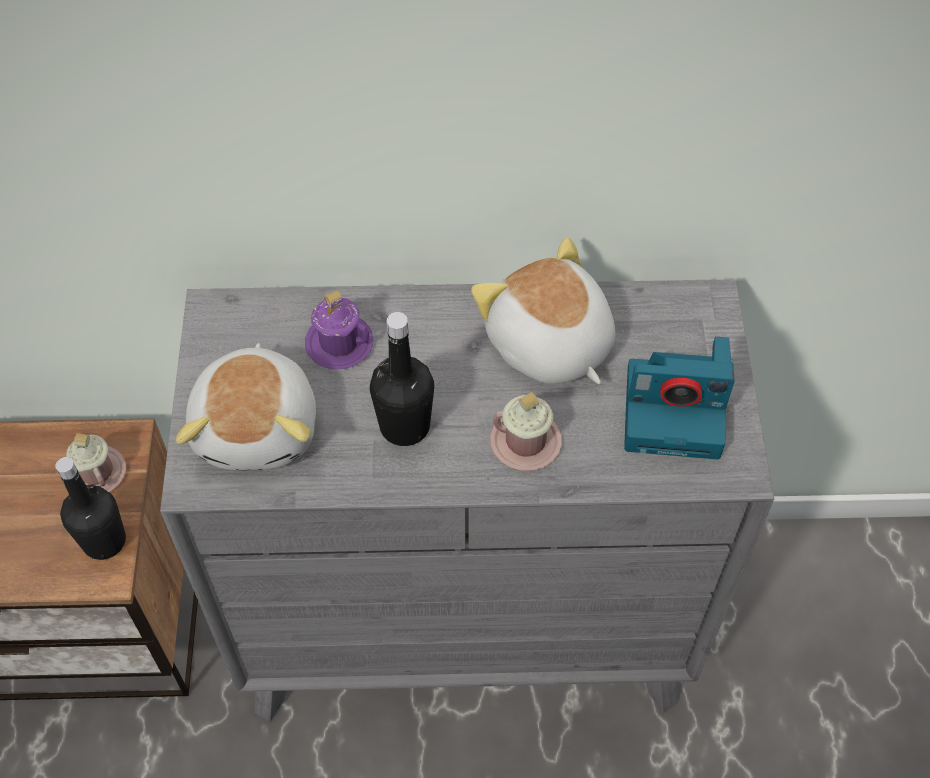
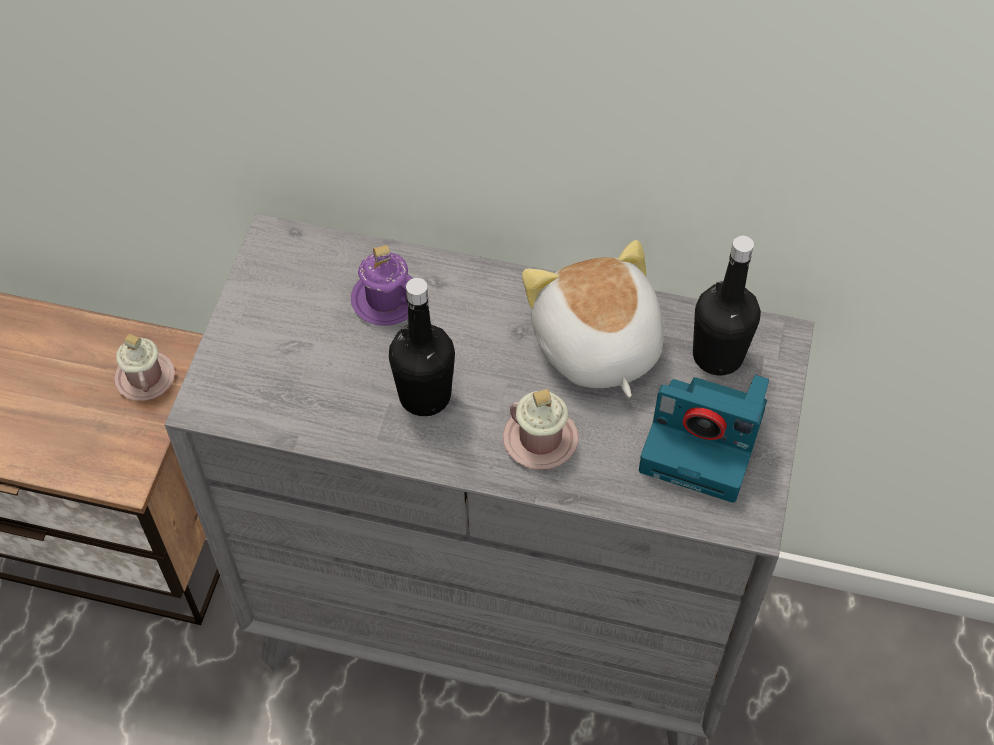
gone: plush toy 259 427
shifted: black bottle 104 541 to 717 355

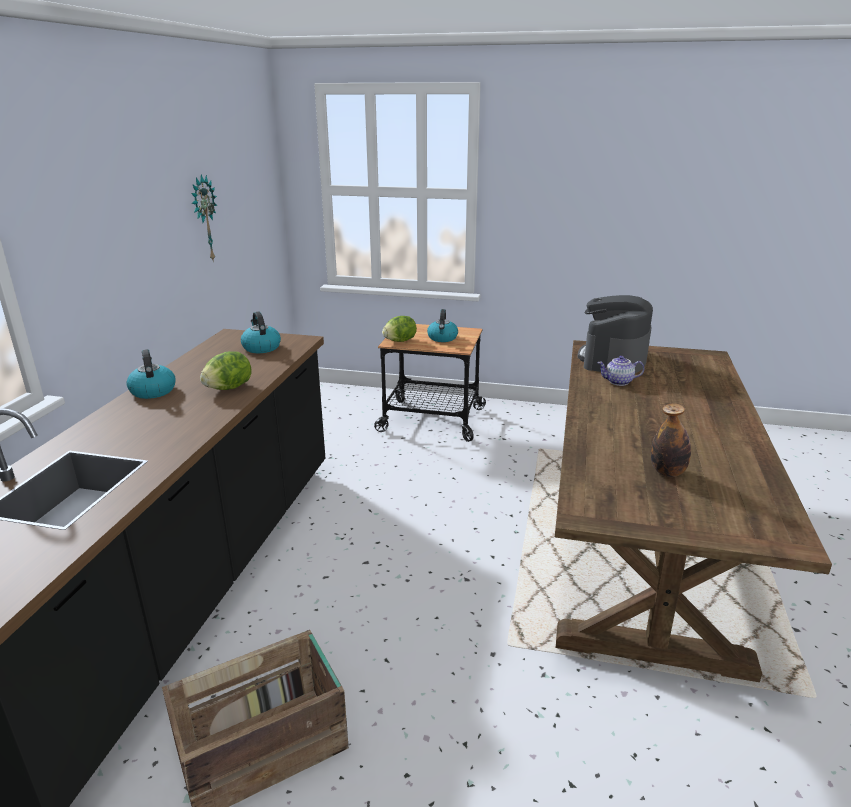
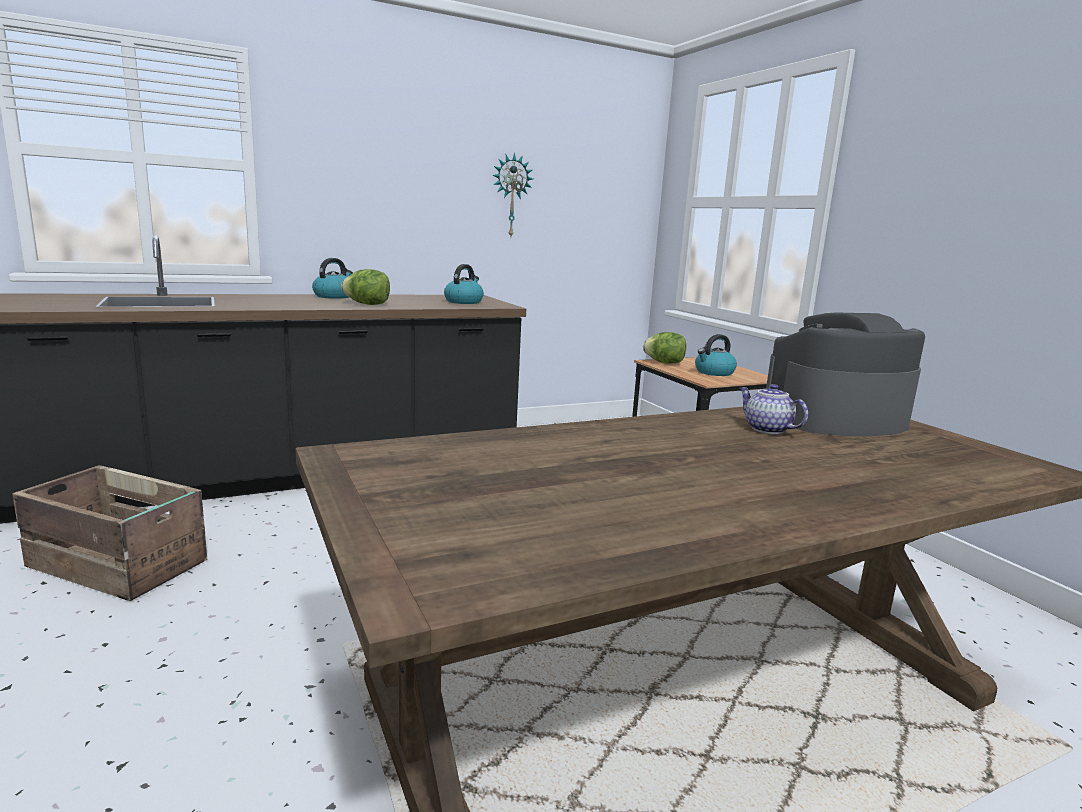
gone: bottle 667 472

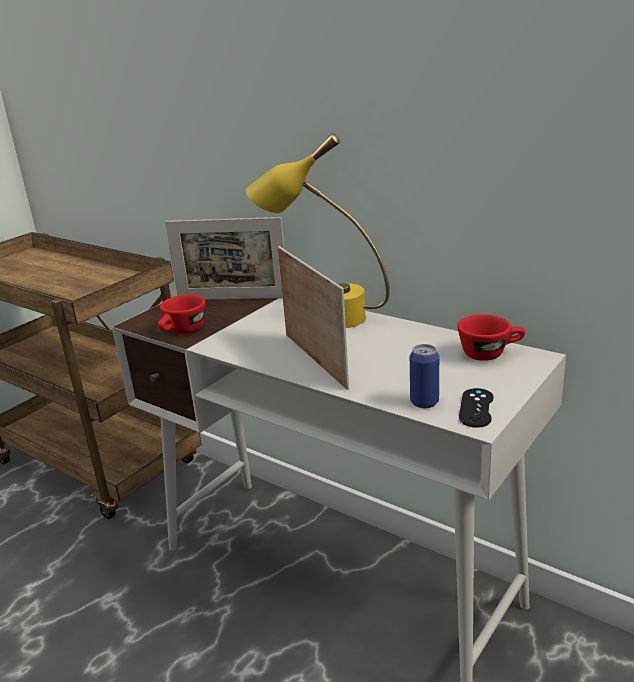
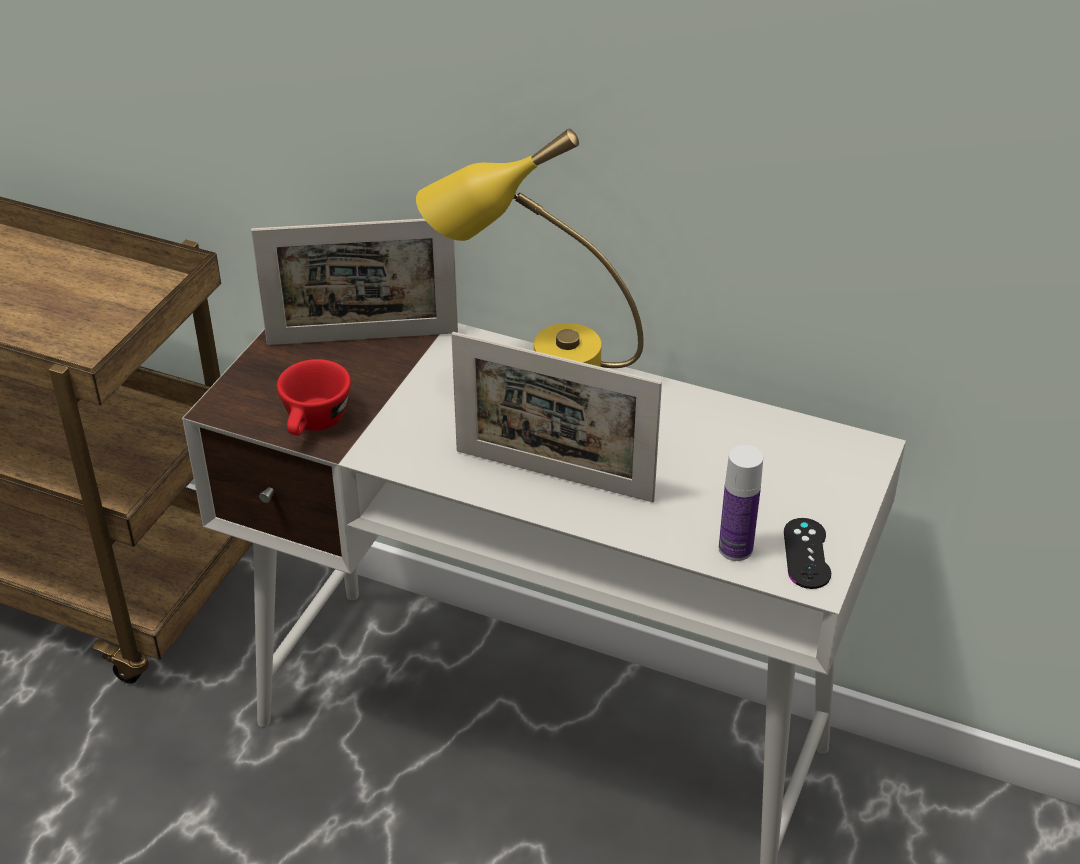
gone: red cup 490 353
swapped: can 424 402 to bottle 735 548
rotated: picture frame 315 360 = 553 475 150 degrees clockwise

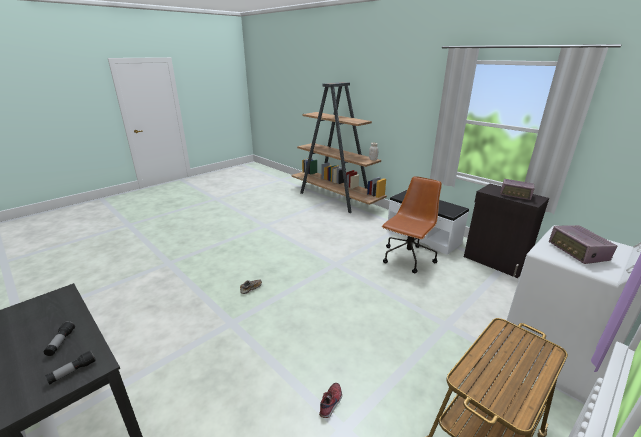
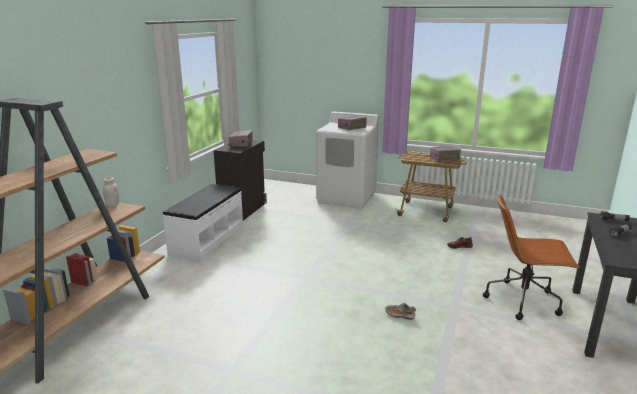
new: radio 444 159
shifted: brown office chair 407 258 to 523 300

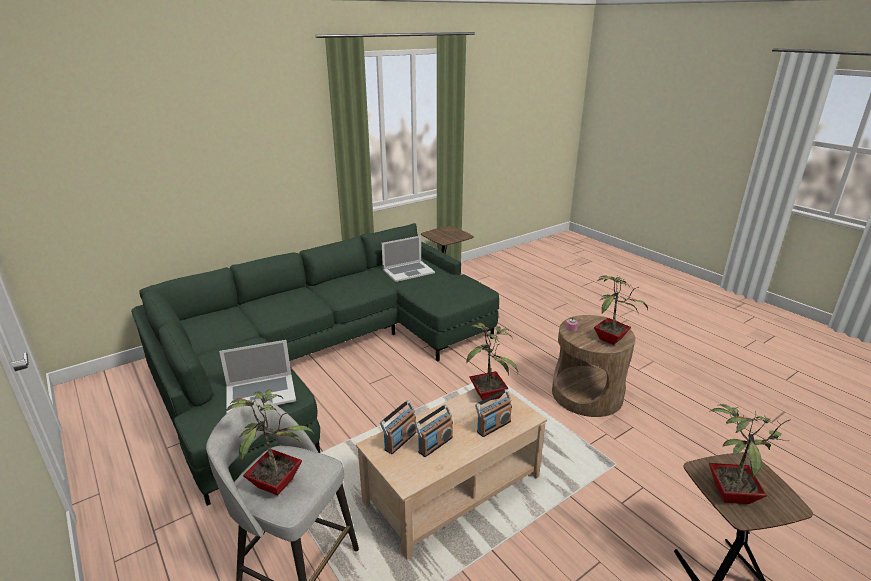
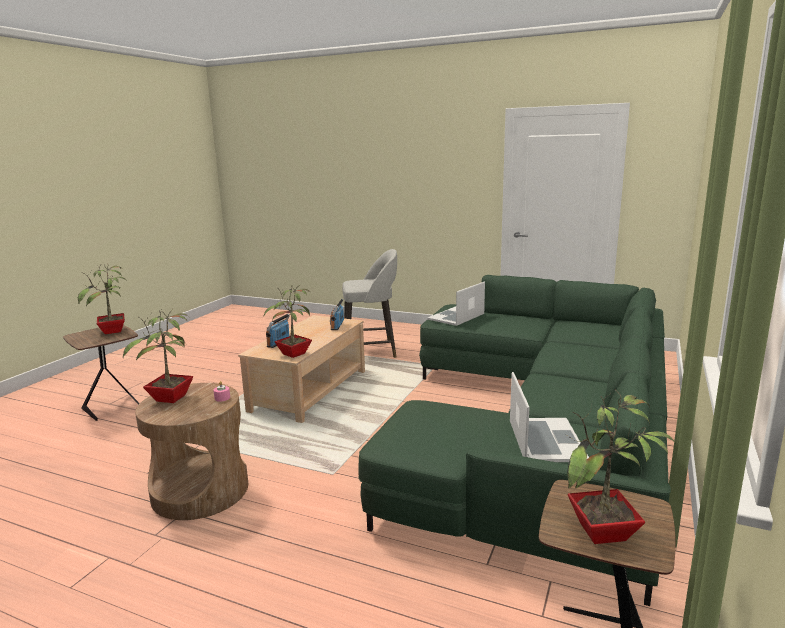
gone: radio 435 444
shifted: potted plant 277 482 to 603 535
rotated: laptop 408 271 = 545 440 150 degrees clockwise

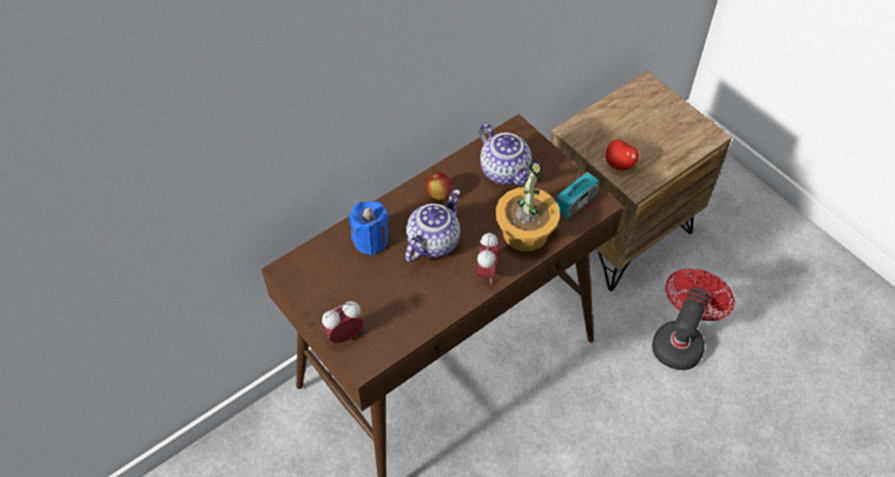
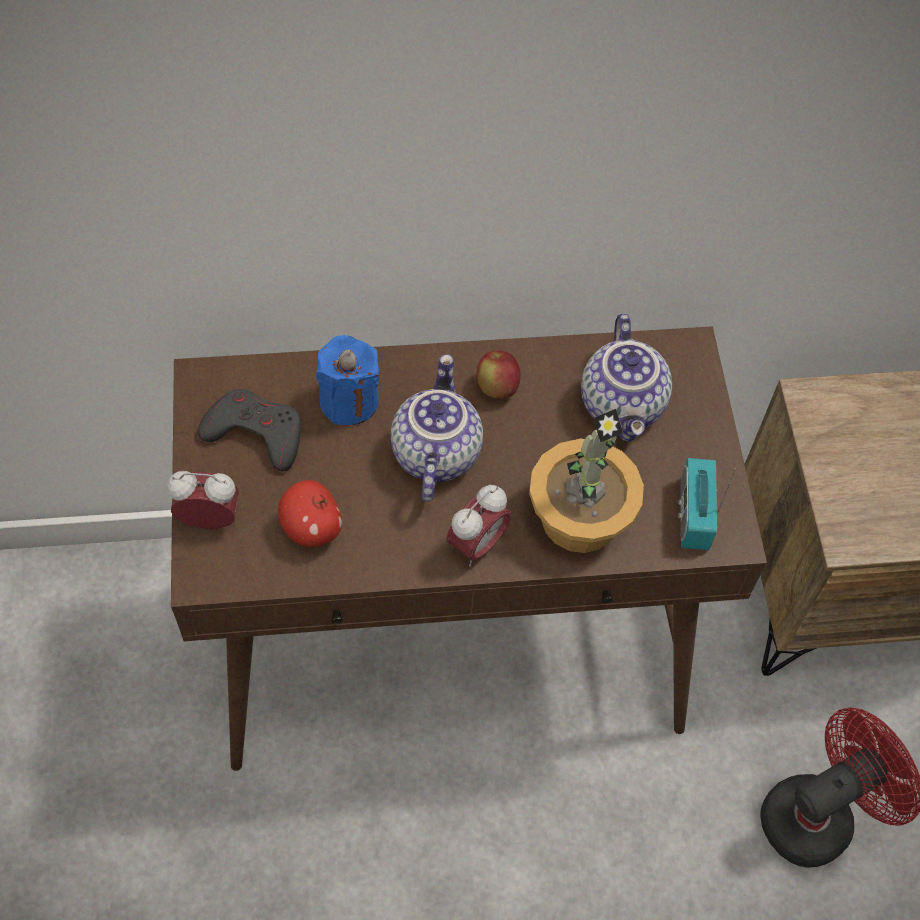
new: grey game controller 255 433
shifted: apple 619 164 to 312 528
rotated: teapot 432 241 = 434 452 60 degrees counterclockwise; radio 575 203 = 694 514 105 degrees clockwise

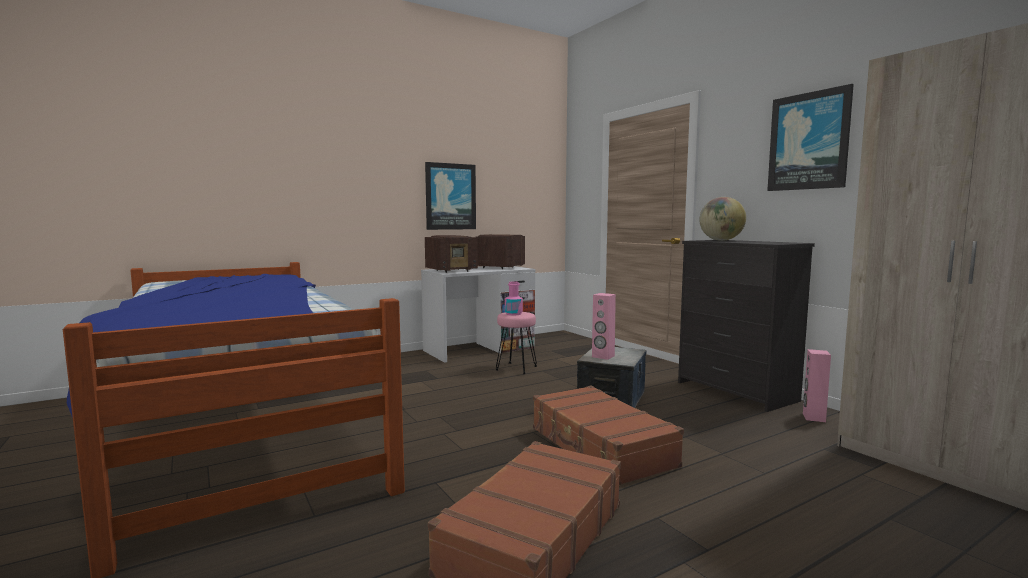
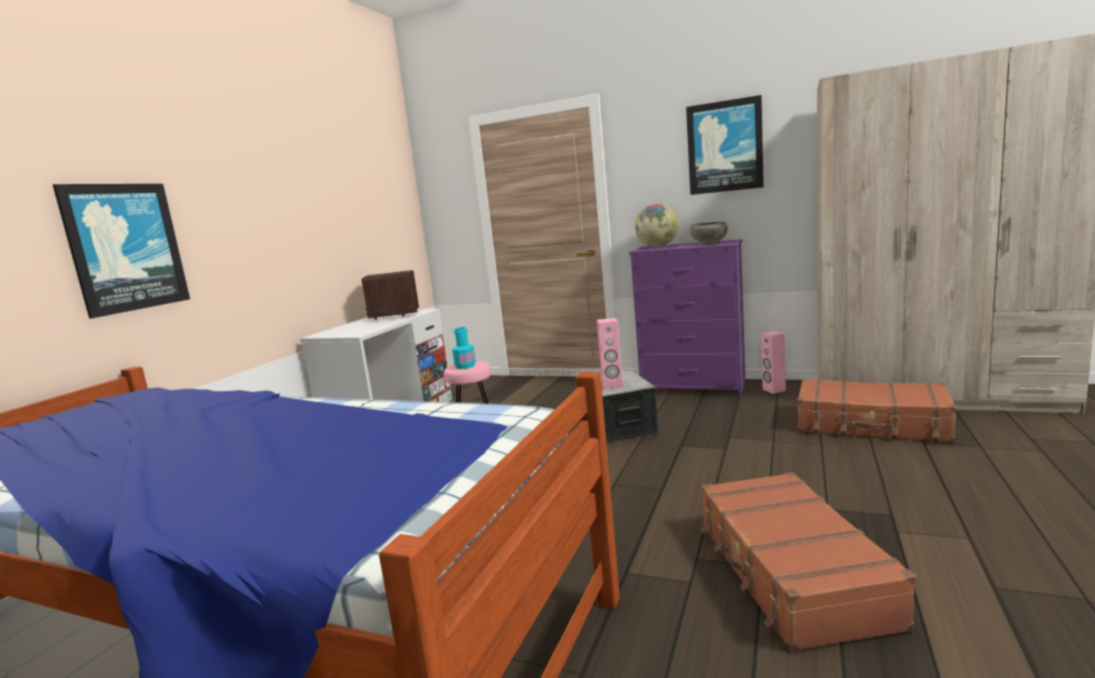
gone: radio 452 270
new: grey bowl 708 243
shifted: picture 450 196 to 125 247; brown suitcase 600 447 to 871 425
repainted: pink bottle 513 314 to turquoise bottle 465 366; black dresser 736 392 to purple dresser 694 387

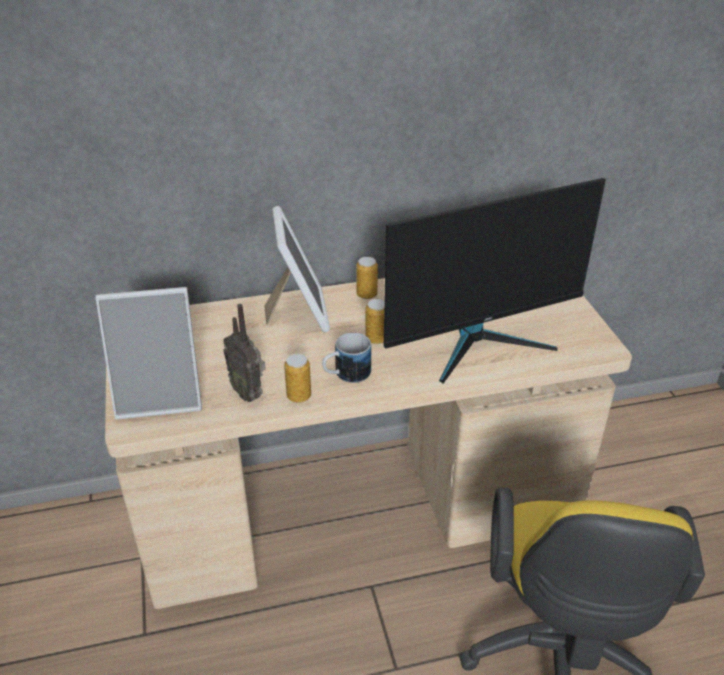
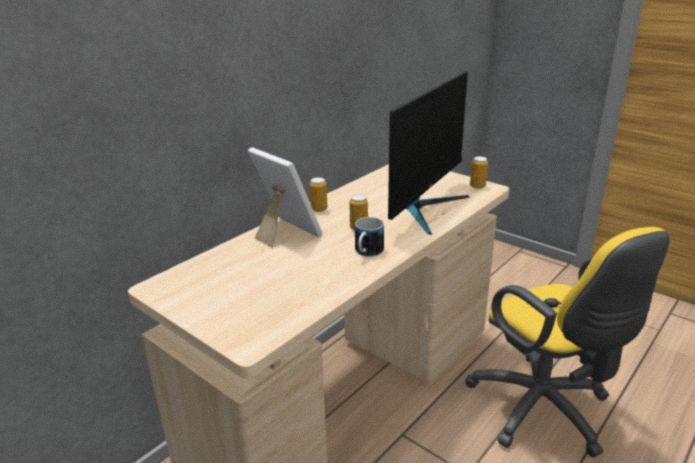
gone: picture frame 161 395; radio 249 393
shifted: can 299 396 to 477 186

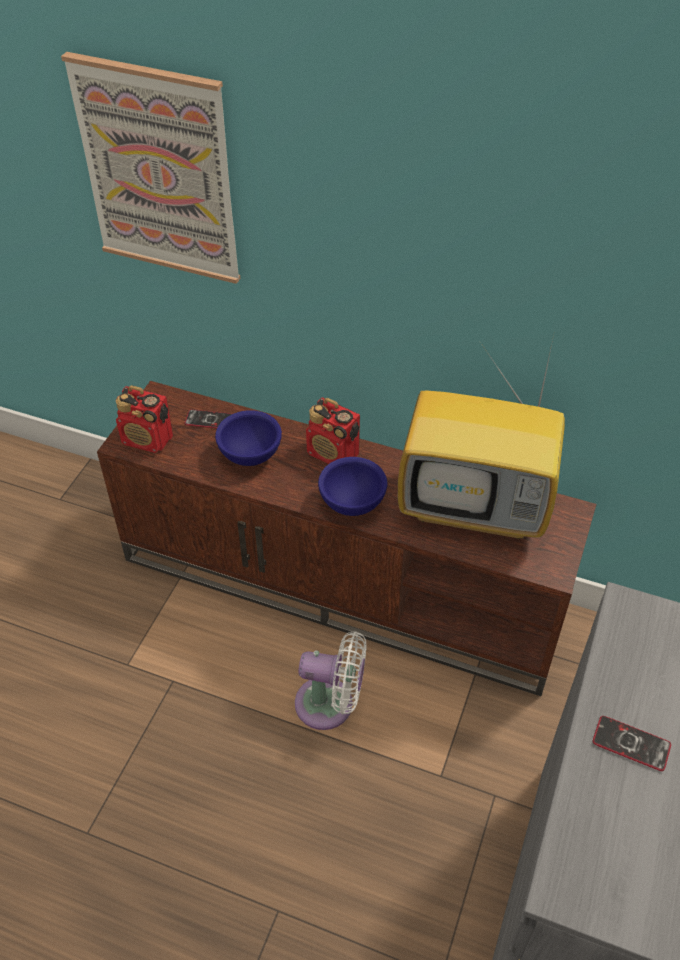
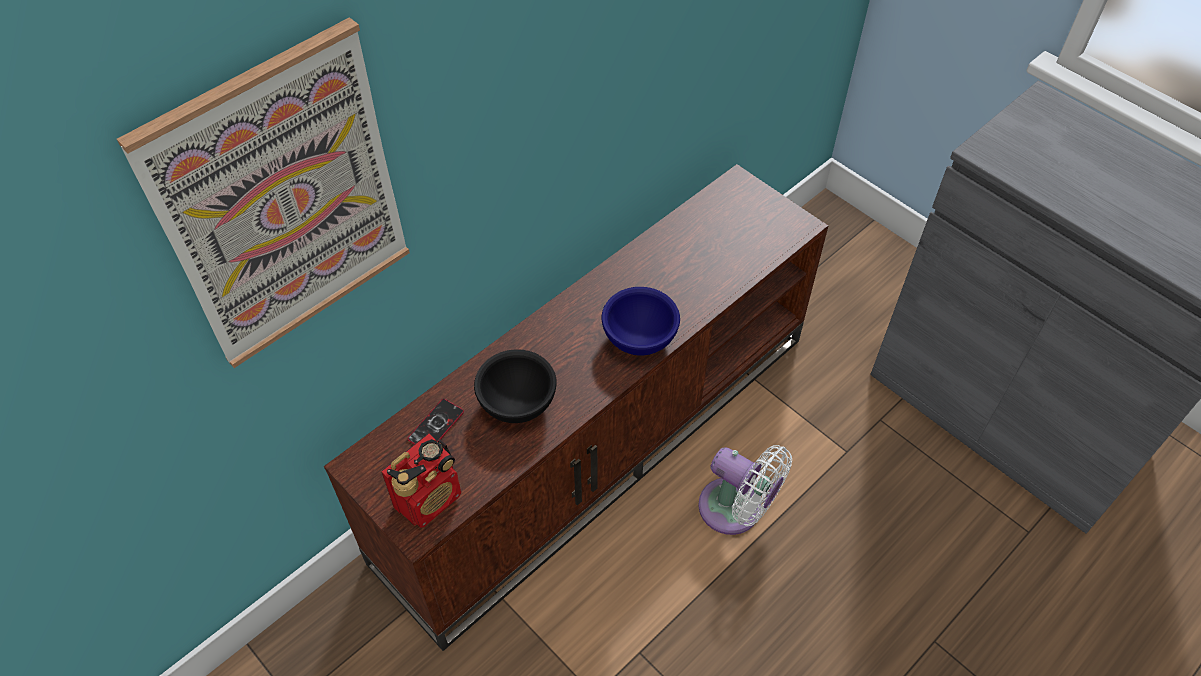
gone: radio 333 454; television 477 506; phone 631 744
repainted: blue bowl 249 454 to black bowl 516 404
rotated: white fan 330 705 = 736 510 90 degrees clockwise

